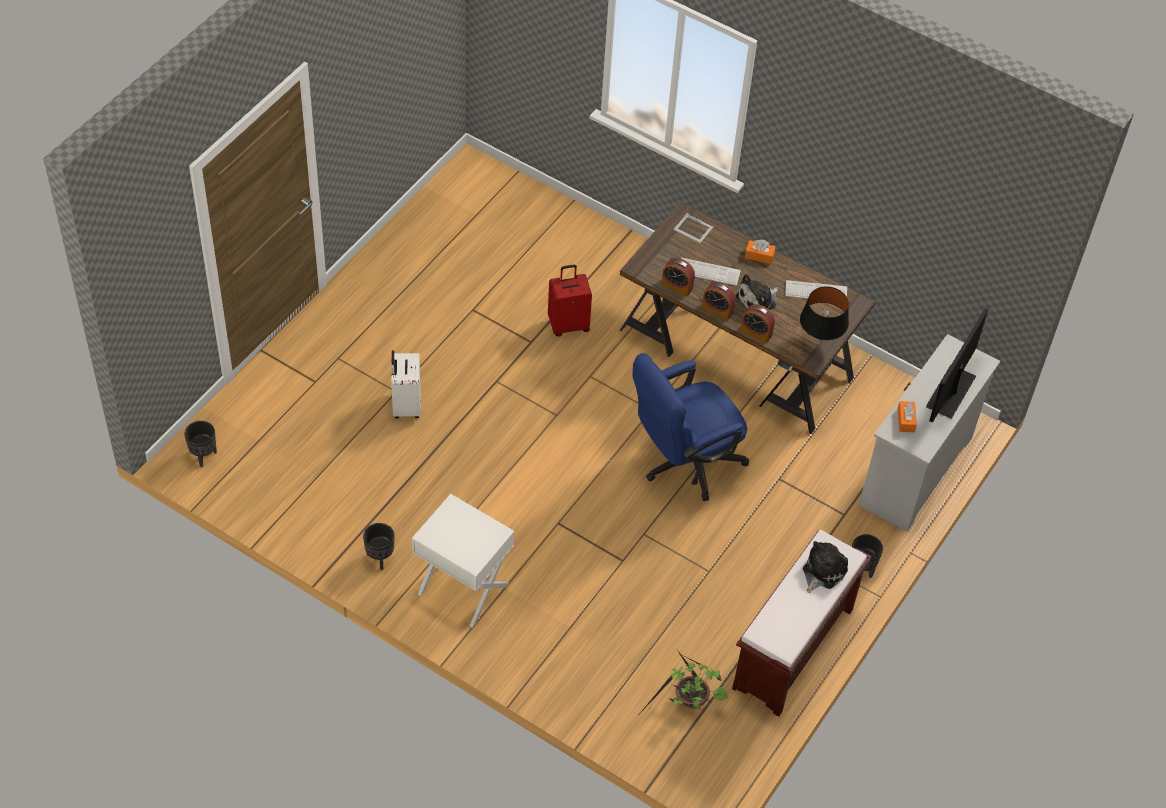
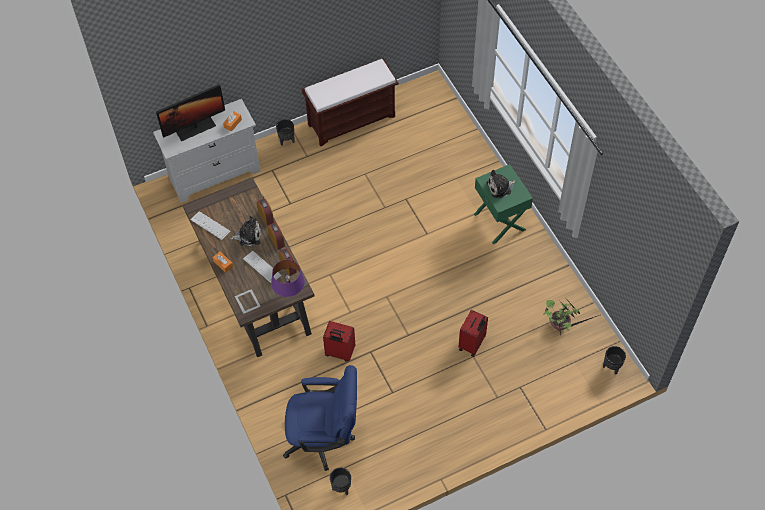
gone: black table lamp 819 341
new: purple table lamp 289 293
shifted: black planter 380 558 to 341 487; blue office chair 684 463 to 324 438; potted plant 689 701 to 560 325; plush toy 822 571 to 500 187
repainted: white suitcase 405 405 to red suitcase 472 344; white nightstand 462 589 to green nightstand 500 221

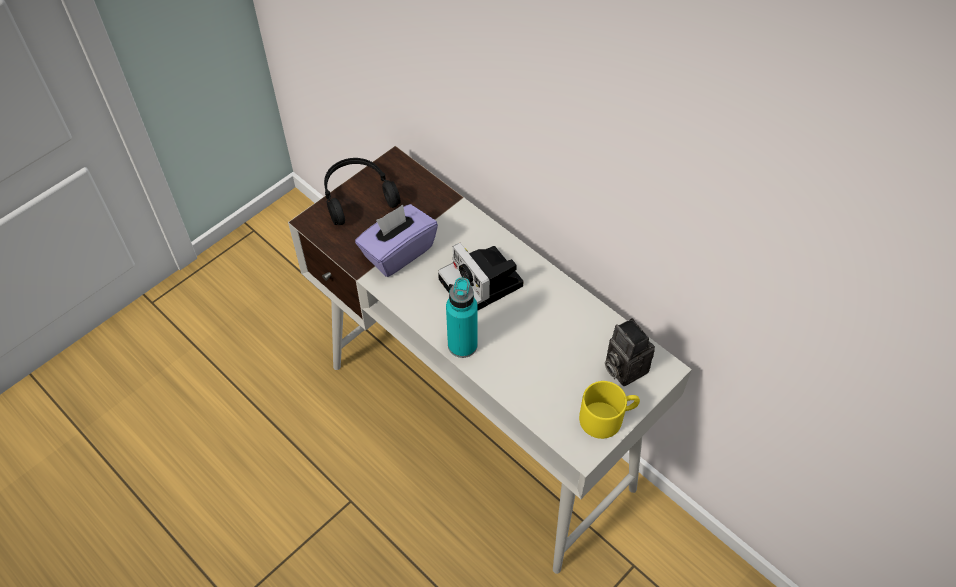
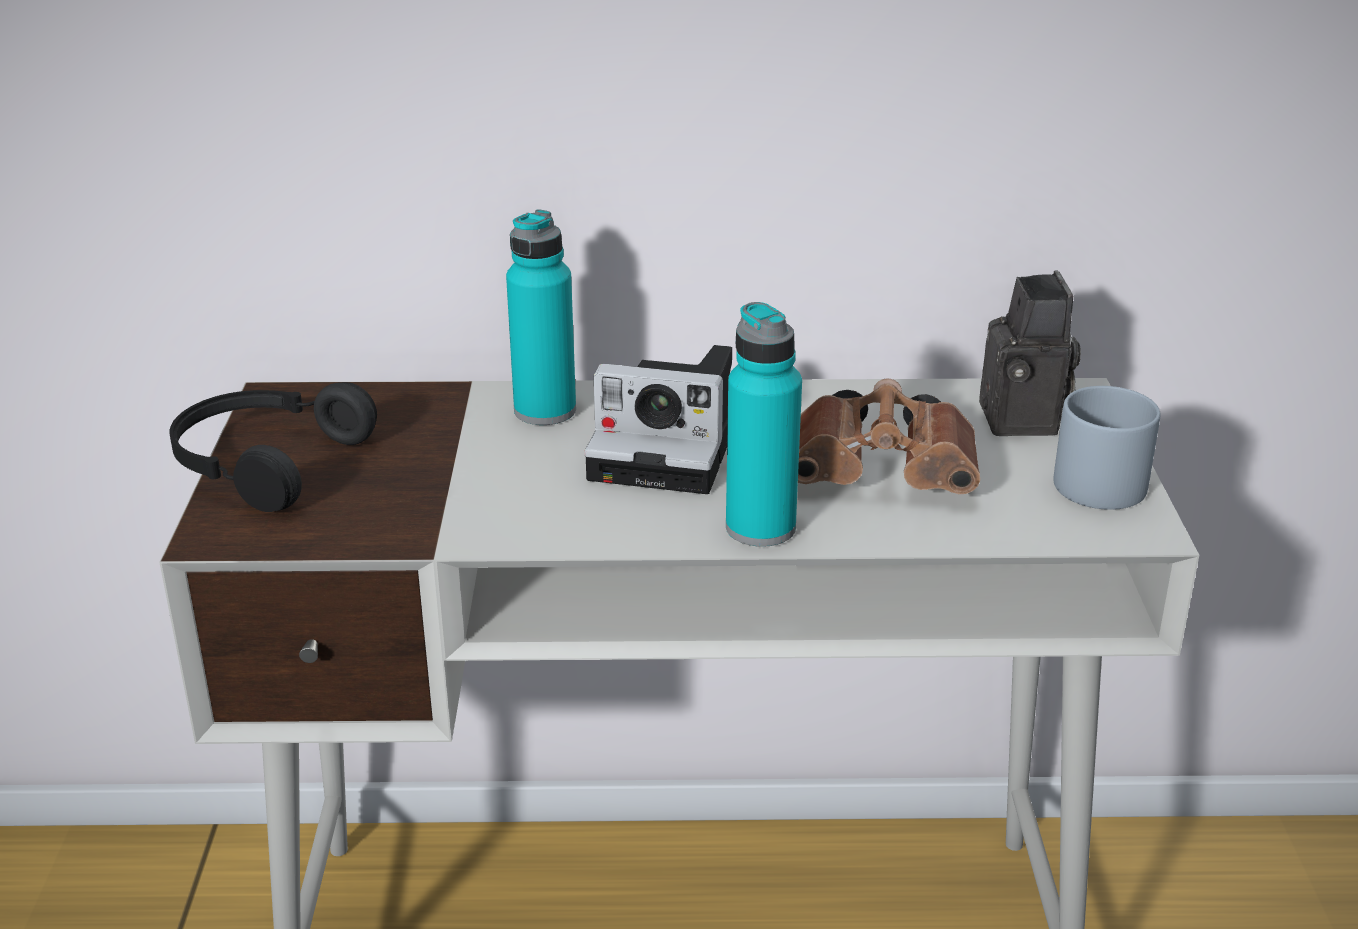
gone: purple tissue box 398 252
new: turquoise bottle 545 411; brown binoculars 887 475
repainted: yellow mug 607 417 to grey mug 1103 478
rotated: photo camera 622 367 = 1025 421 105 degrees counterclockwise

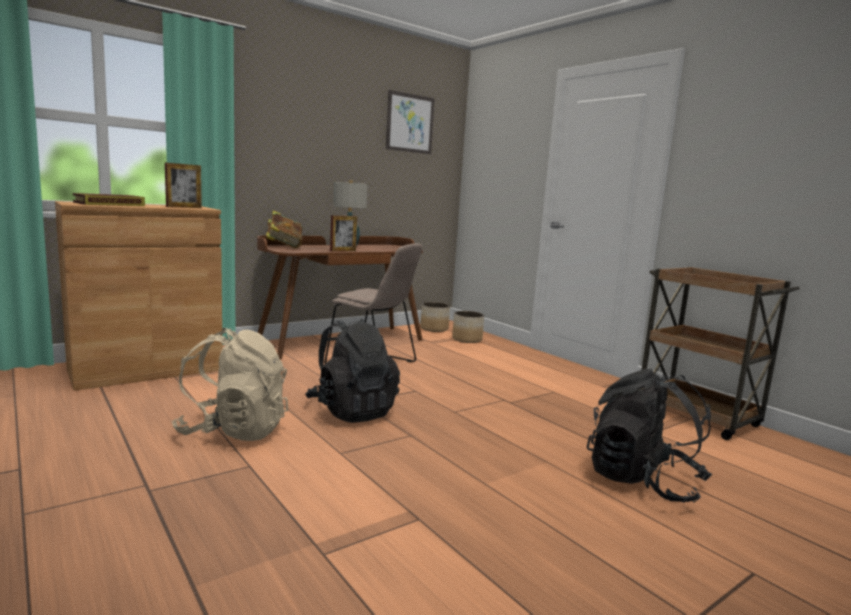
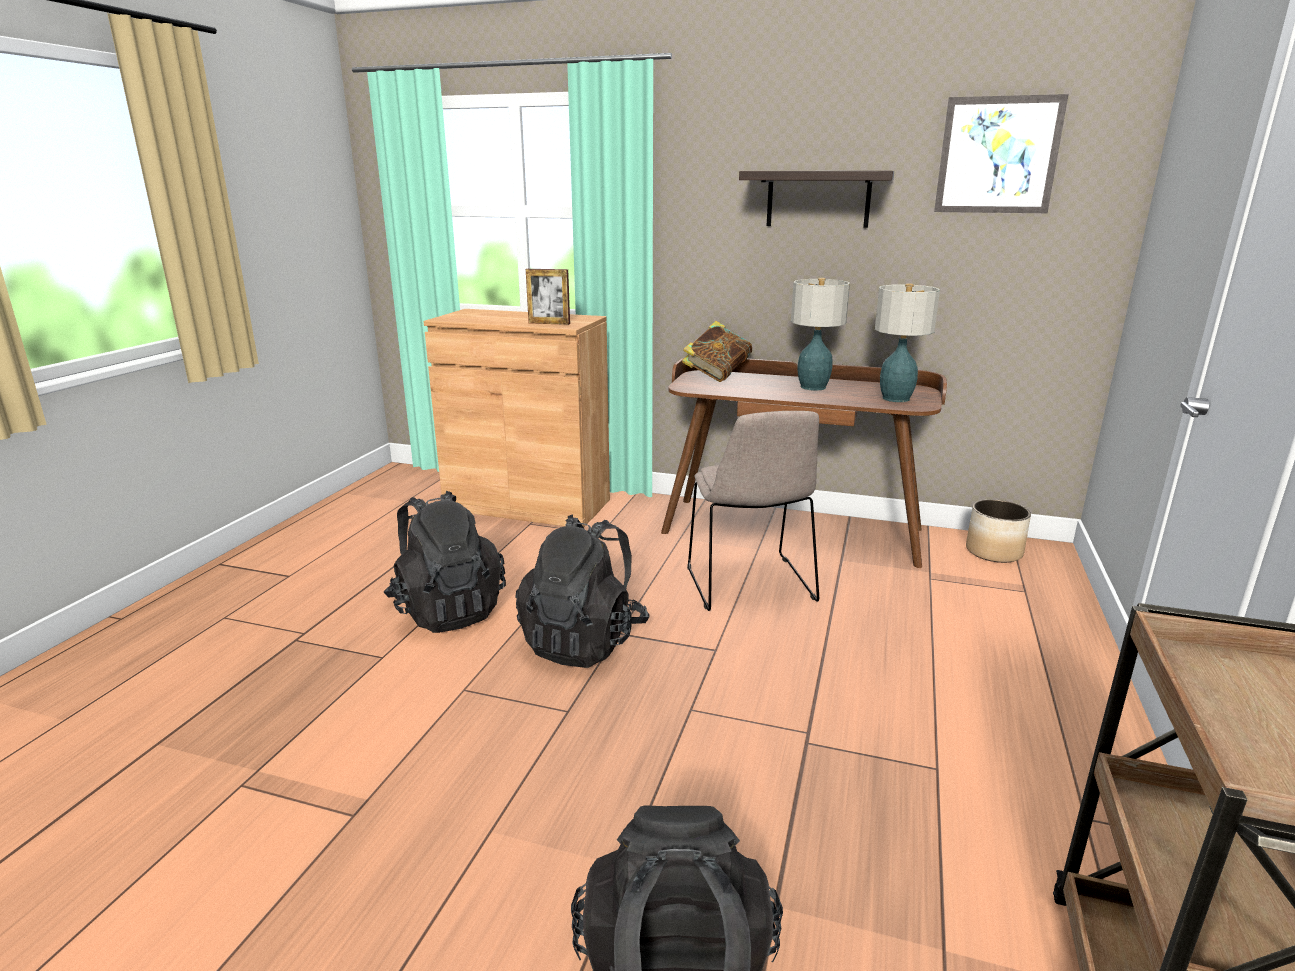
gone: book 109 204; picture frame 343 251; planter 467 339
new: shelf 818 199; table lamp 895 398
repainted: beige backpack 233 431 to black backpack 447 610

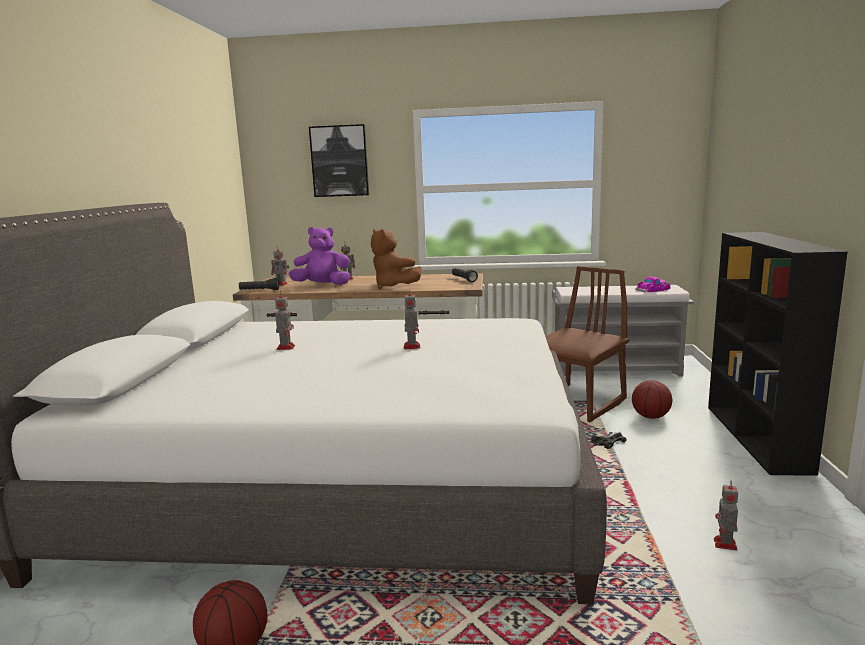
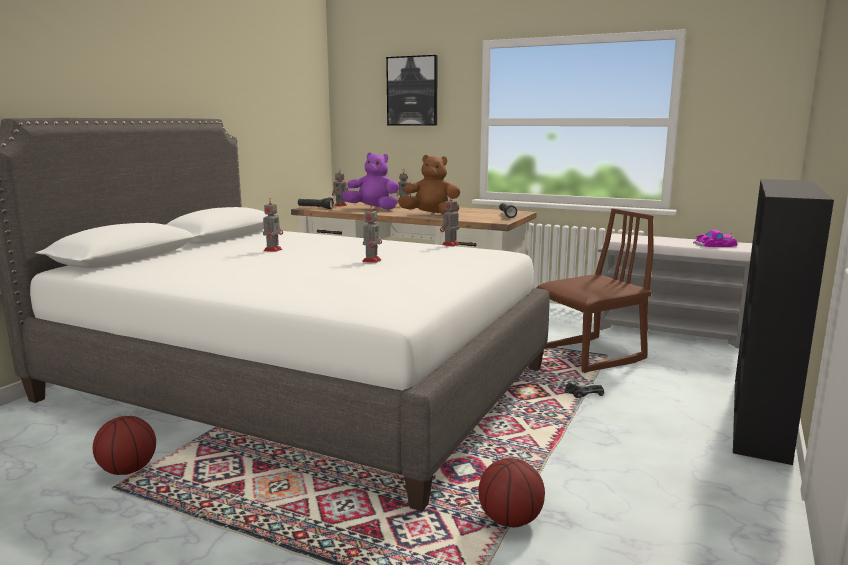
shifted: basketball 651 416 to 511 520; toy robot 725 545 to 450 245
rotated: brown plush toy 393 287 = 431 215 120 degrees clockwise

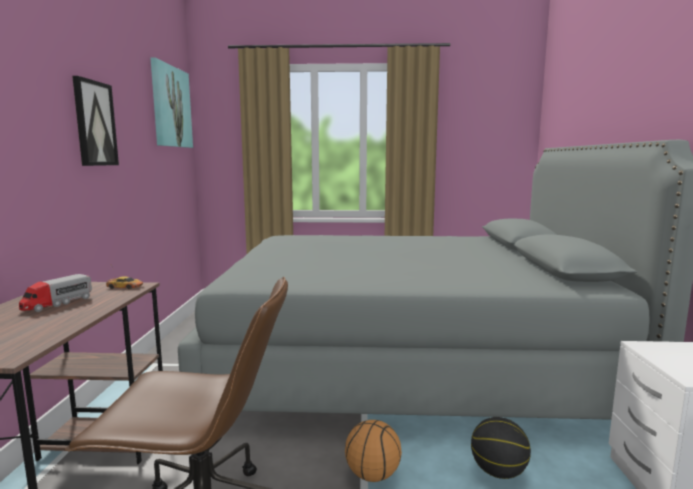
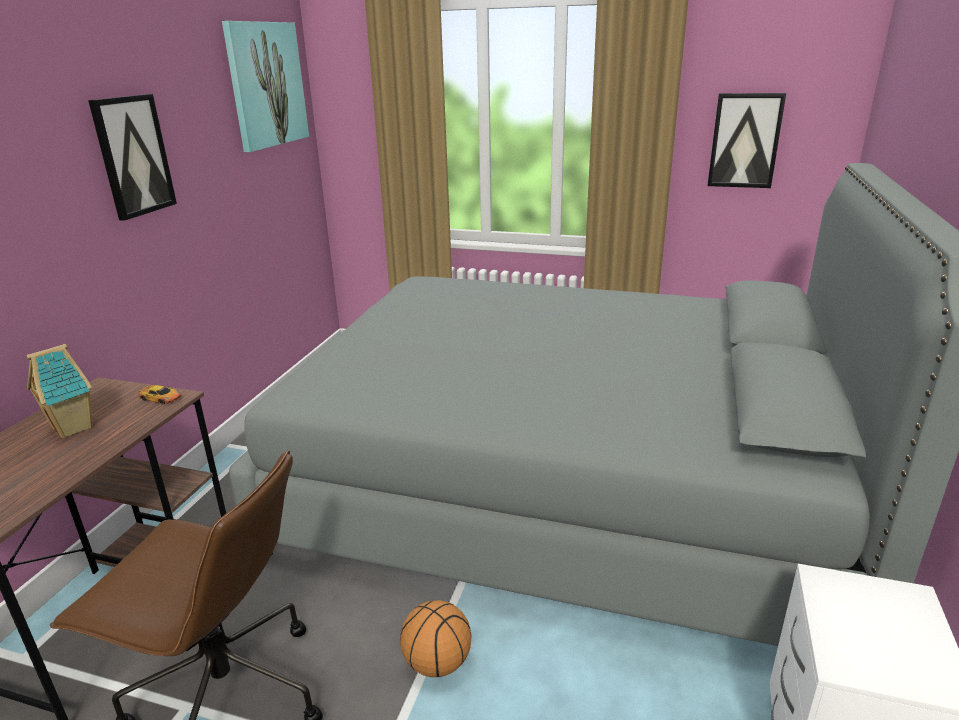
gone: basketball 498 471
new: picture 745 140
swapped: toy truck 57 303 to toy house 74 427

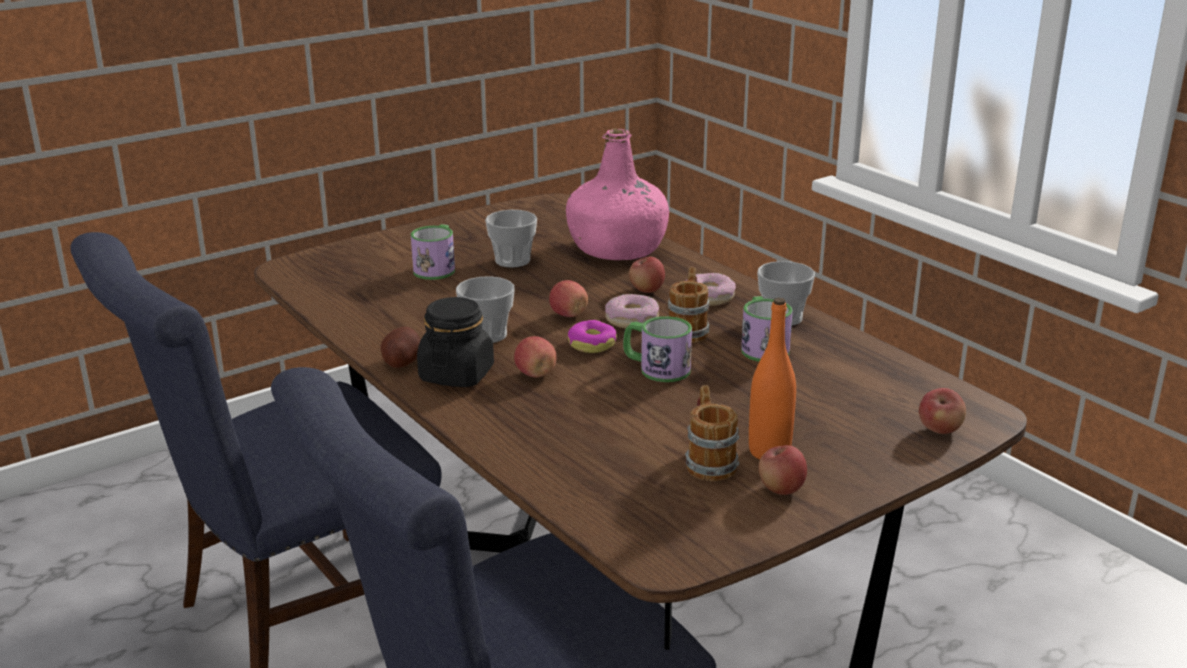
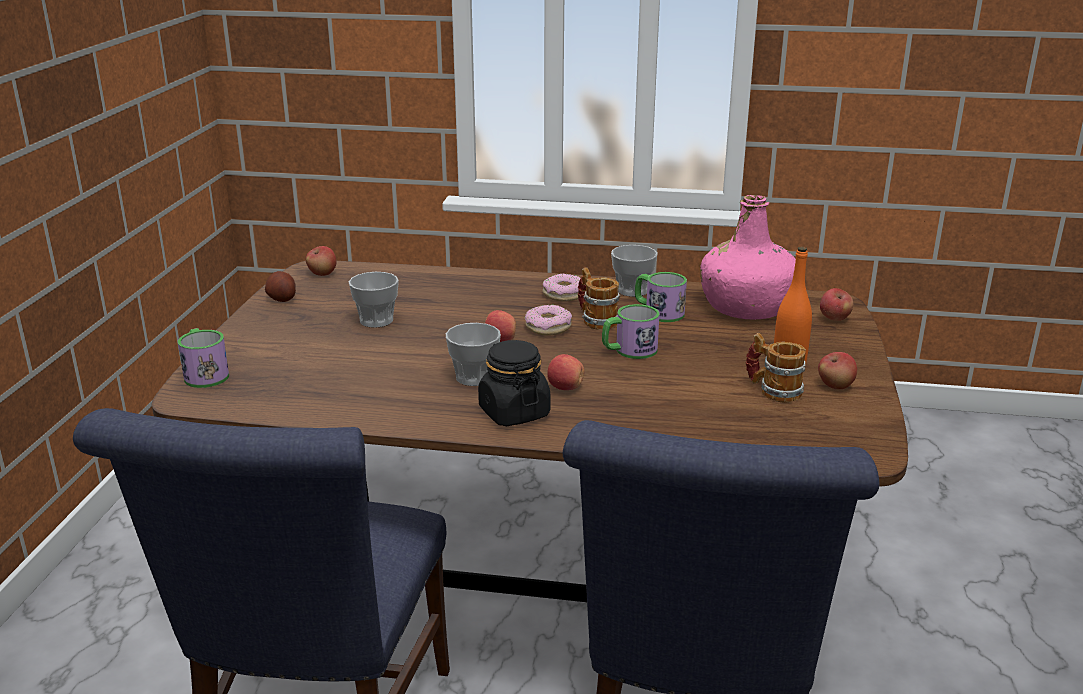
gone: donut 592 344
shifted: potato 402 362 to 282 298; mug 437 268 to 205 373; pink bottle 618 248 to 747 307; apple 646 290 to 322 274

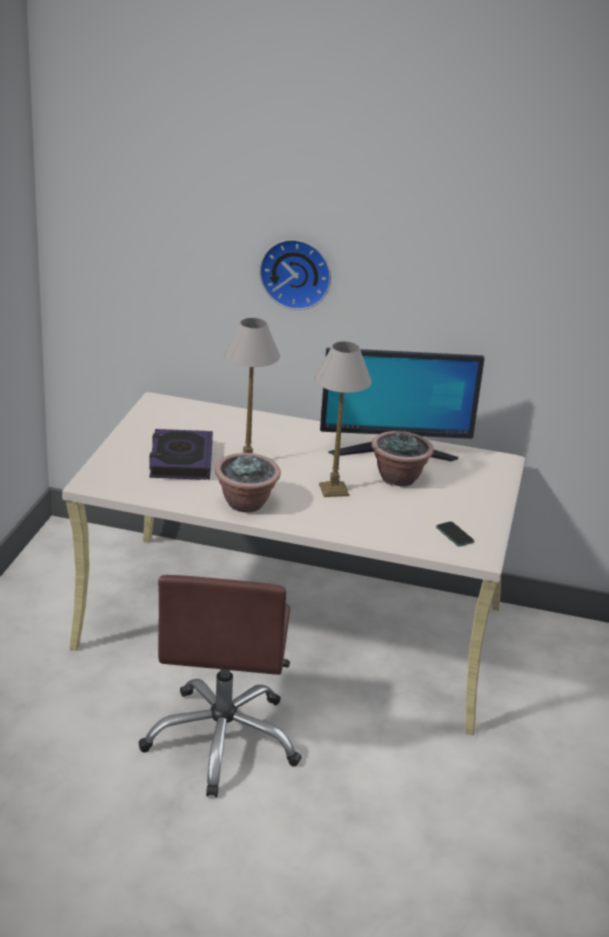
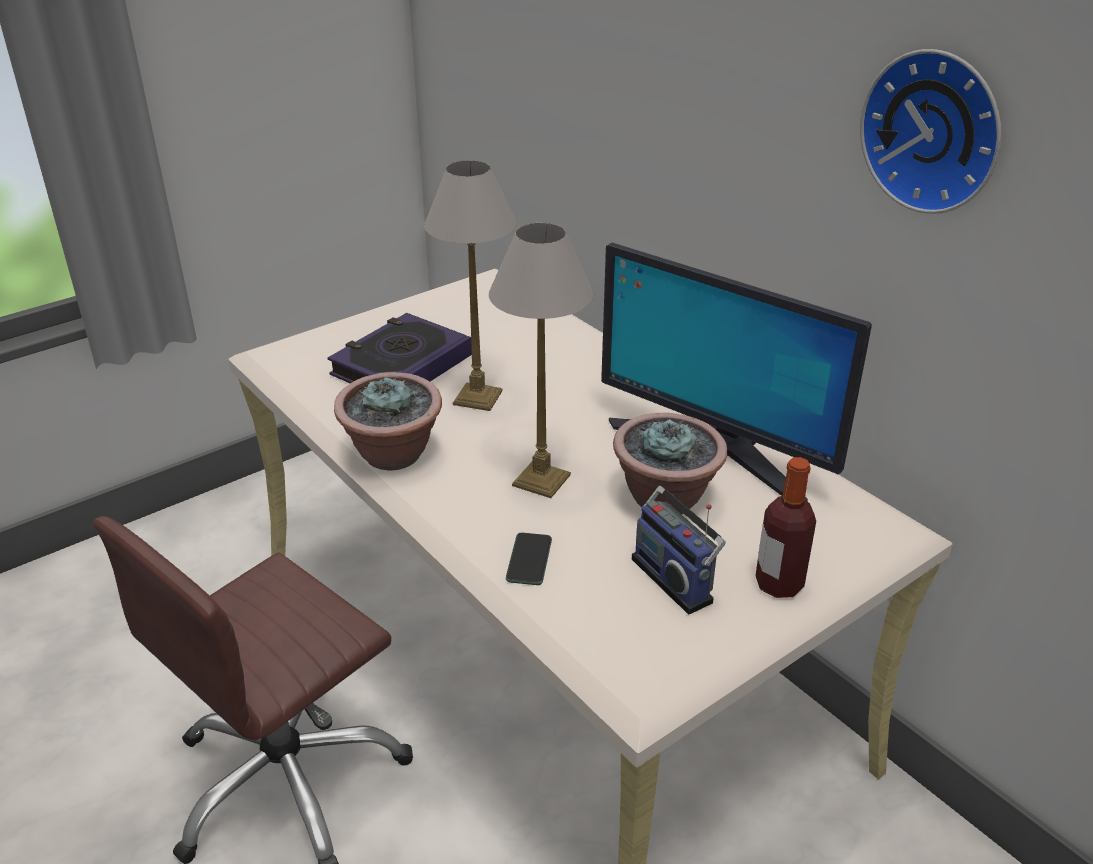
new: radio 675 578; bottle 779 584
shifted: wall clock 296 272 to 935 130; phone 454 535 to 529 560

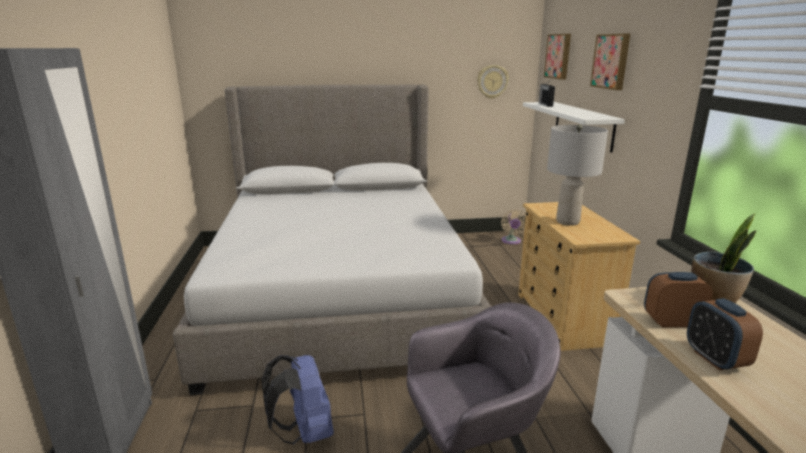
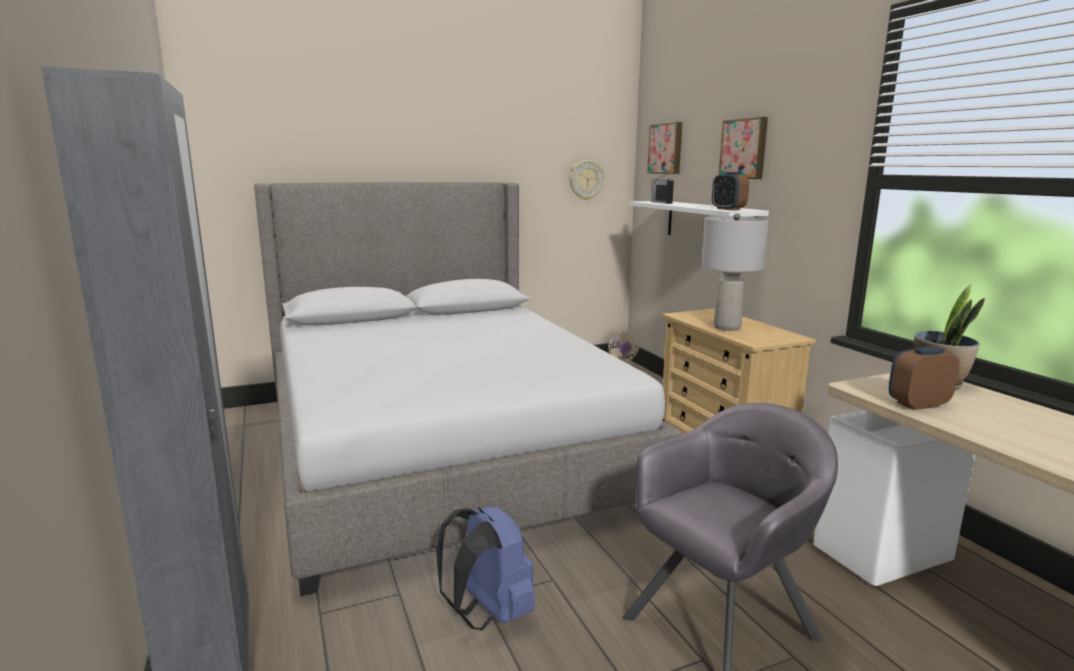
shifted: alarm clock 715 359 to 728 209

